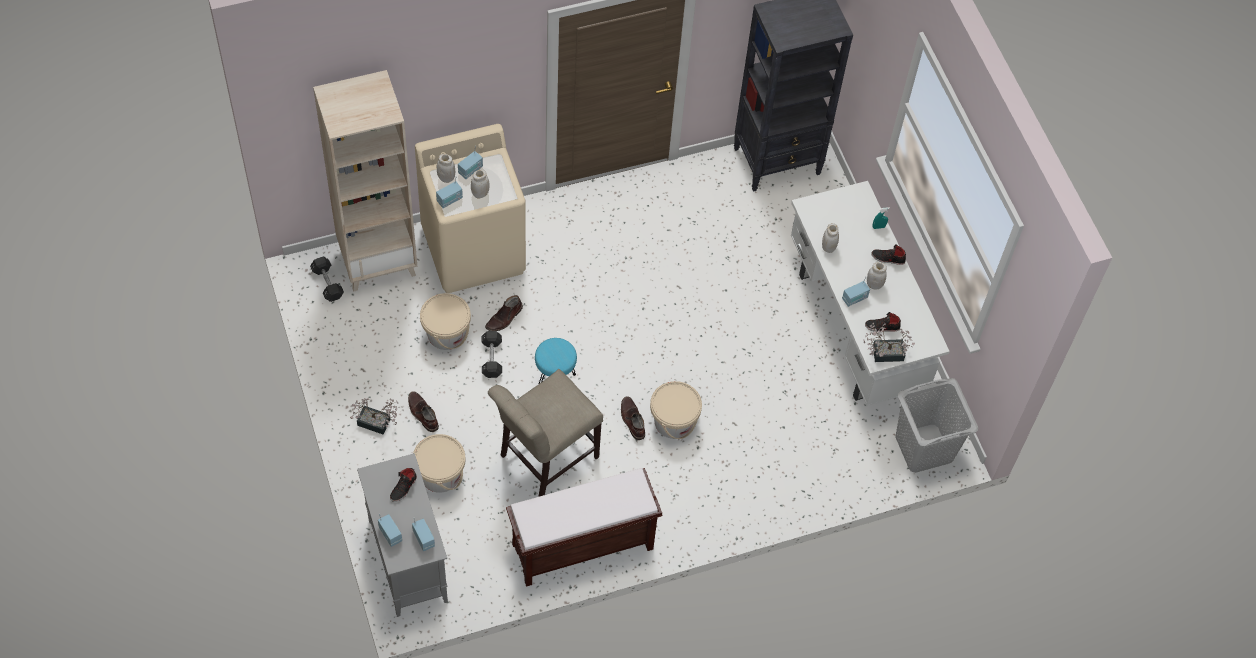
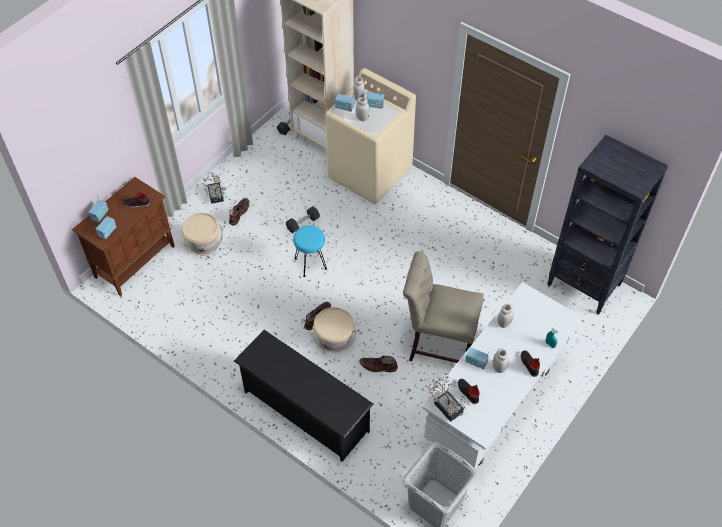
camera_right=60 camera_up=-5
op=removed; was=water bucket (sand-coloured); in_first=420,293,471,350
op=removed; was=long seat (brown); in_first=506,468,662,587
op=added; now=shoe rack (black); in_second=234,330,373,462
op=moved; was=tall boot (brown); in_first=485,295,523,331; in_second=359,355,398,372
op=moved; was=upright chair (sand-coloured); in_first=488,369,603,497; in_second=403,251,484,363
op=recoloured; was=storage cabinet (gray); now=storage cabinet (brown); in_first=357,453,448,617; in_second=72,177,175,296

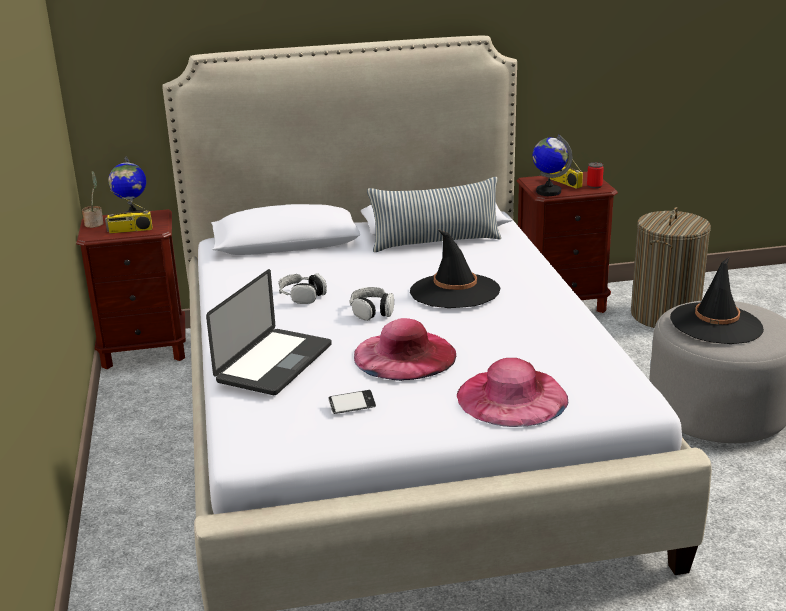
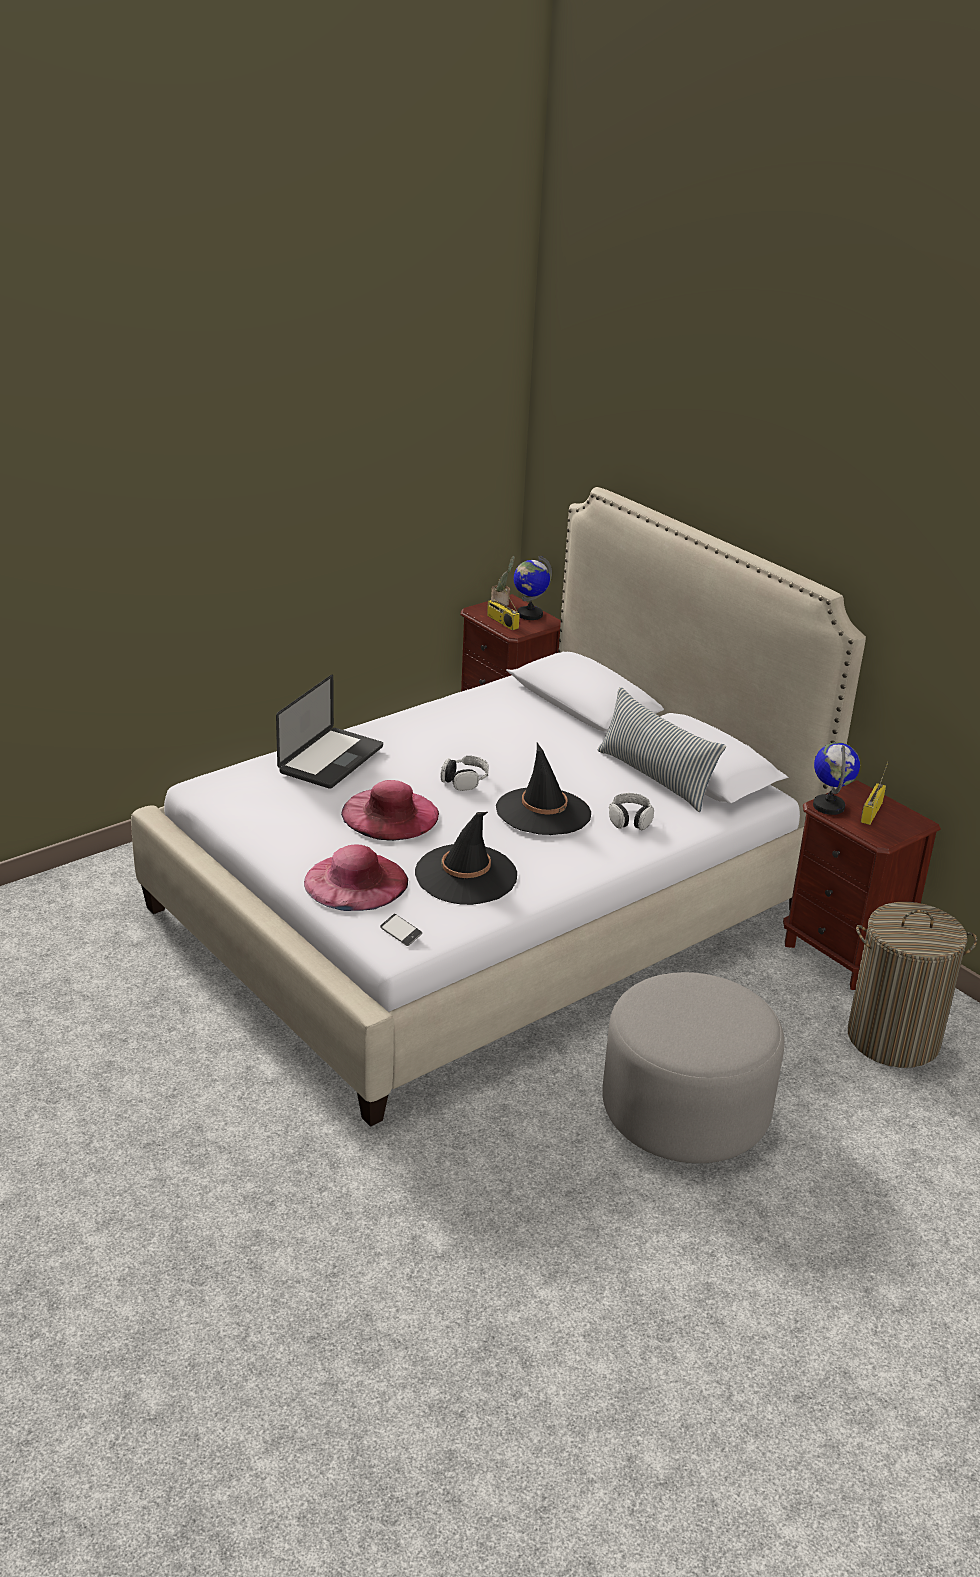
camera_right=60 camera_up=5
op=removed; was=can; in_first=587,162,604,189
op=moved; was=pair of headphones; in_first=278,273,327,304; in_second=609,793,654,830
op=moved; was=handset; in_first=328,390,376,414; in_second=380,914,422,946
op=moved; was=hat (black); in_first=670,257,764,344; in_second=415,812,517,905
op=turned; was=portable computer; in_first=206,269,332,395; in_second=276,675,383,789; clockwise=-60

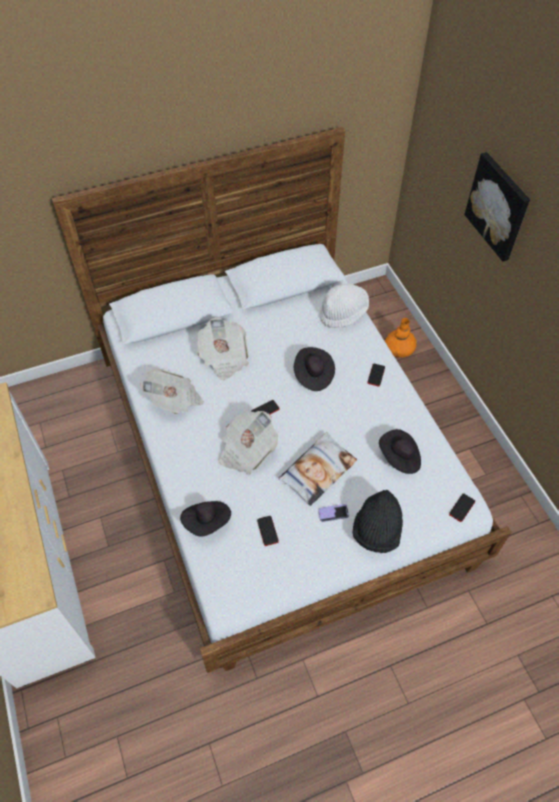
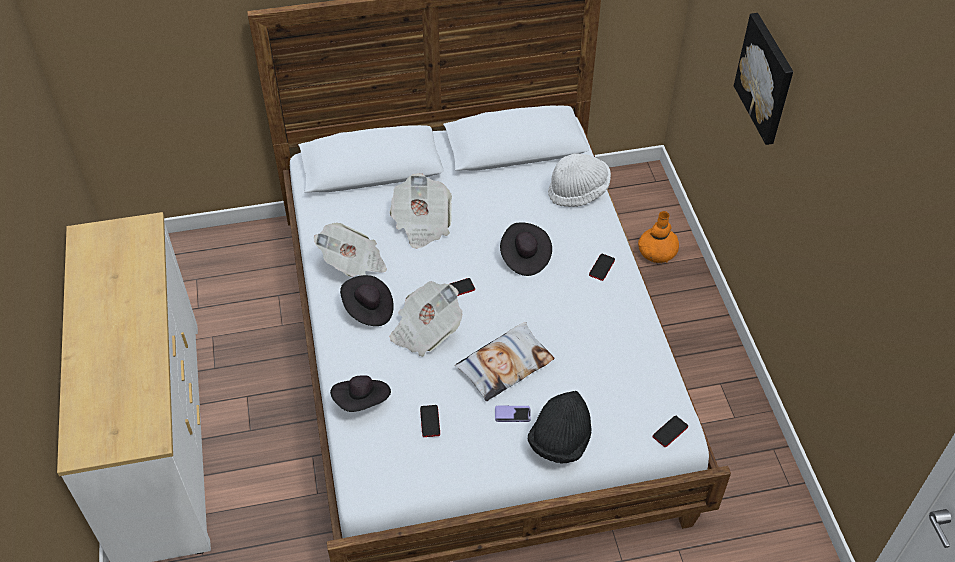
camera_right=10 camera_up=-5
op=moved; was=hat (black); in_first=379,429,421,474; in_second=340,275,394,326

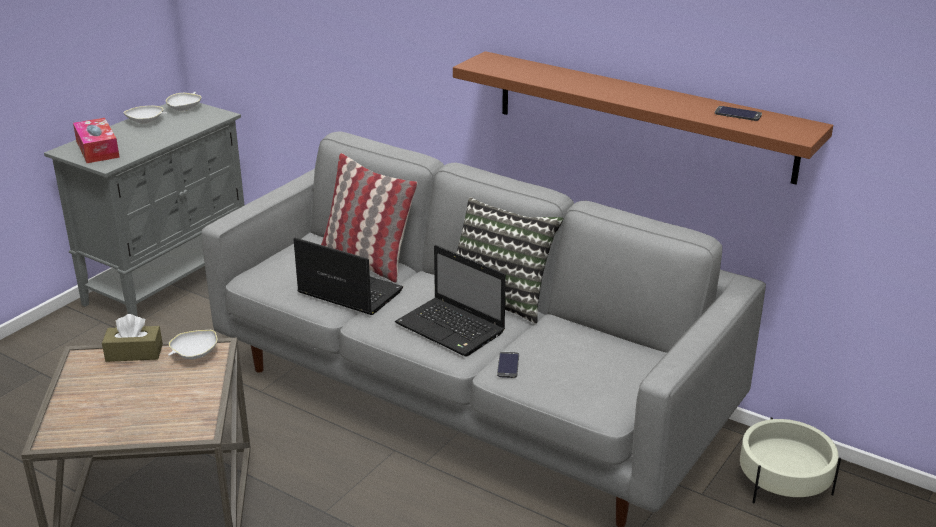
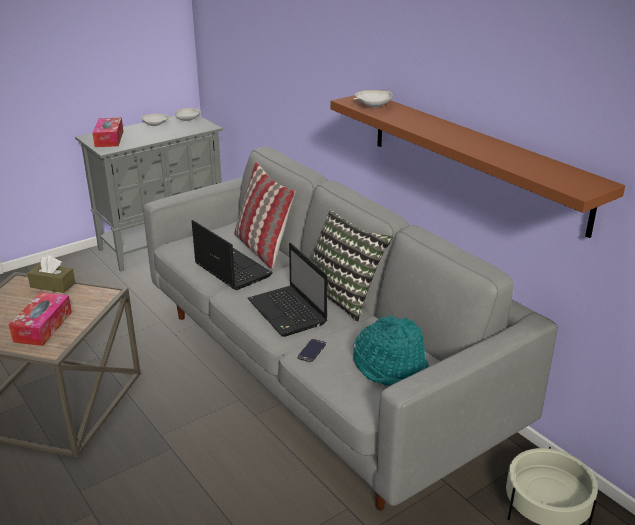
camera_right=20 camera_up=0
op=removed; was=handset; in_first=715,106,762,121
op=added; now=tissue box; in_second=9,292,72,346
op=added; now=hat (turquoise); in_second=353,315,429,386
op=moved; was=bowl (whitish); in_first=168,330,217,359; in_second=353,90,392,108

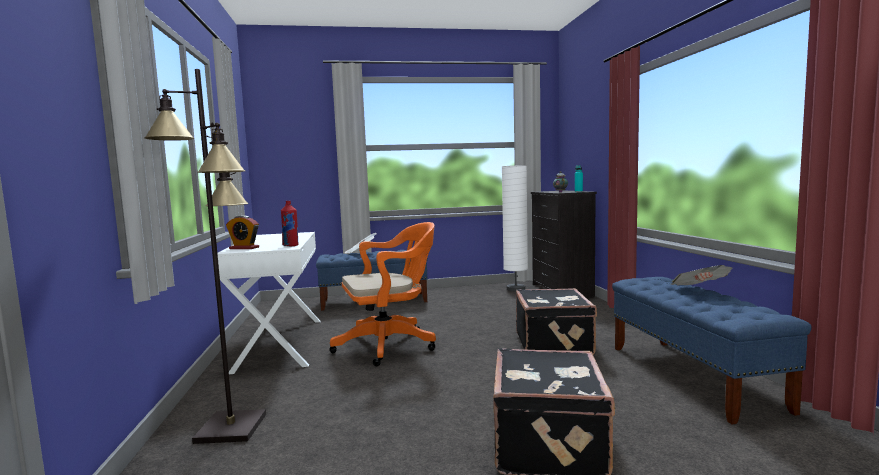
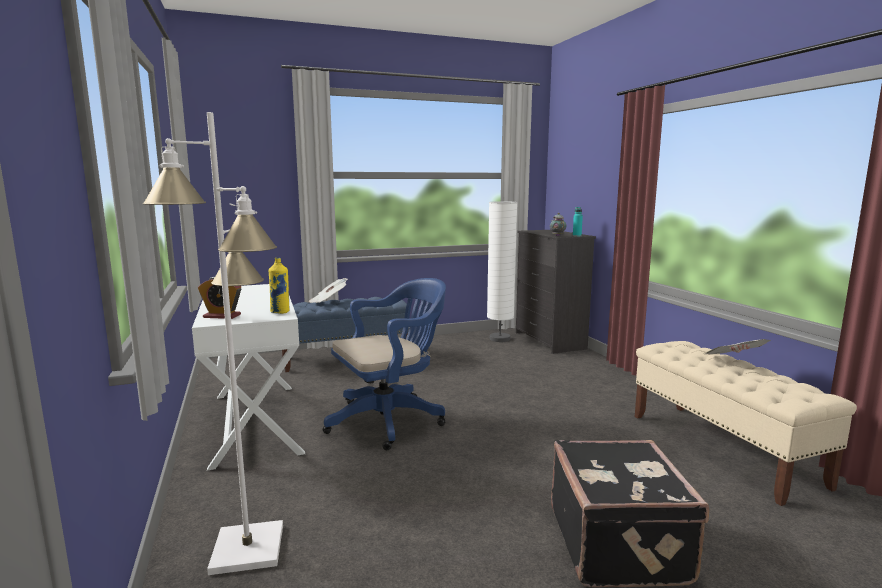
camera_right=-10 camera_up=5
op=removed; was=travel case (black); in_first=516,288,597,355
op=recoloured; was=standing lamp (black); now=standing lamp (whitish); in_first=144,69,266,444; in_second=142,112,283,575
op=recoloured; was=bottle (reddish); now=bottle (yellow-coloured); in_first=281,201,299,246; in_second=269,258,290,314
op=recoloured; was=computer chair (orange); now=computer chair (blue); in_first=329,222,436,366; in_second=323,278,446,450
op=recoloured; was=long seat (blue); now=long seat (sand-coloured); in_first=612,277,812,424; in_second=635,341,857,506

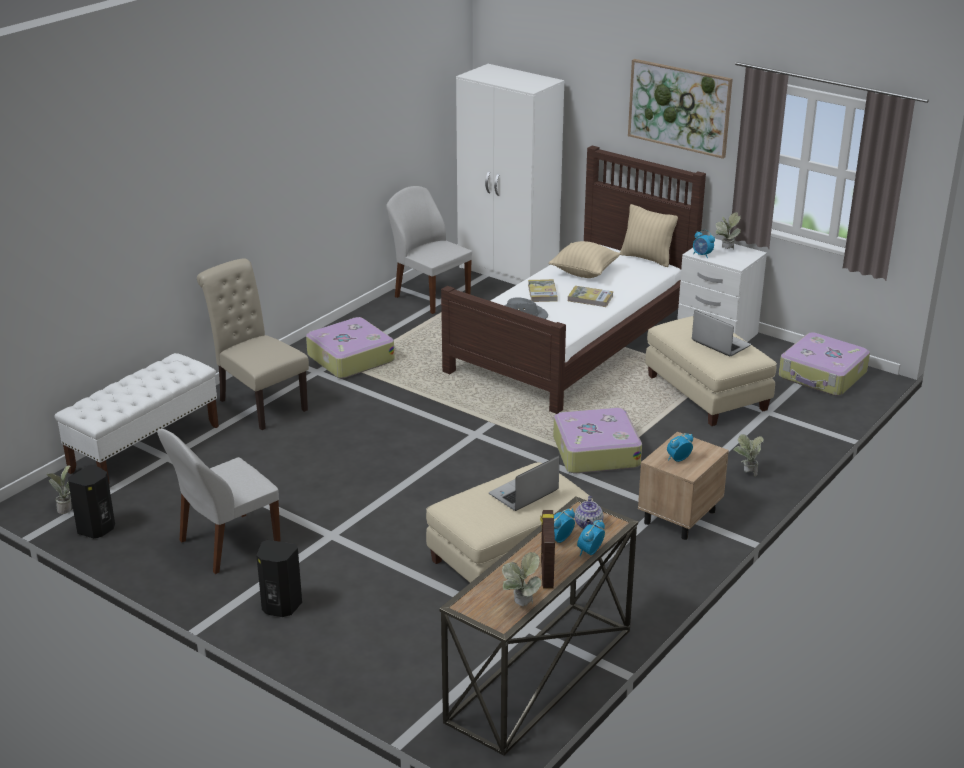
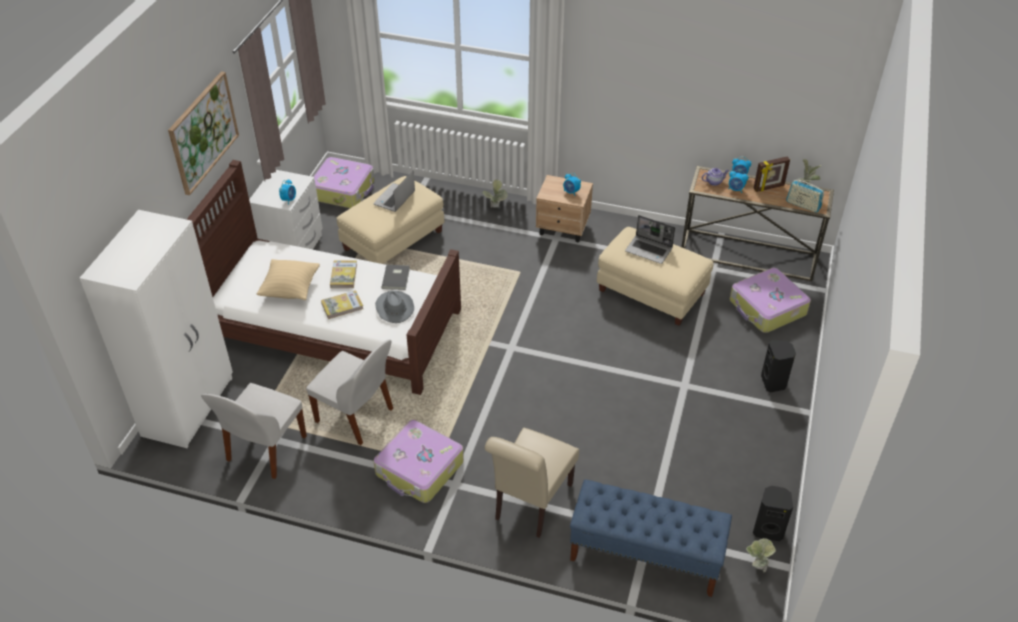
camera_right=-110 camera_up=15
op=removed; was=pillow (sand-coloured); in_first=620,204,678,267
op=removed; was=potted plant; in_first=716,212,741,249
op=added; now=bound book (gray); in_second=382,265,410,290
op=added; now=radio set; in_second=786,179,824,212
op=moved; was=upright chair (whitish); in_first=157,429,281,574; in_second=306,340,393,445
op=moved; was=travel case; in_first=553,407,642,473; in_second=730,268,811,333
op=recoloured; was=long seat (whitish); now=long seat (blue); in_first=55,353,219,482; in_second=570,479,732,597

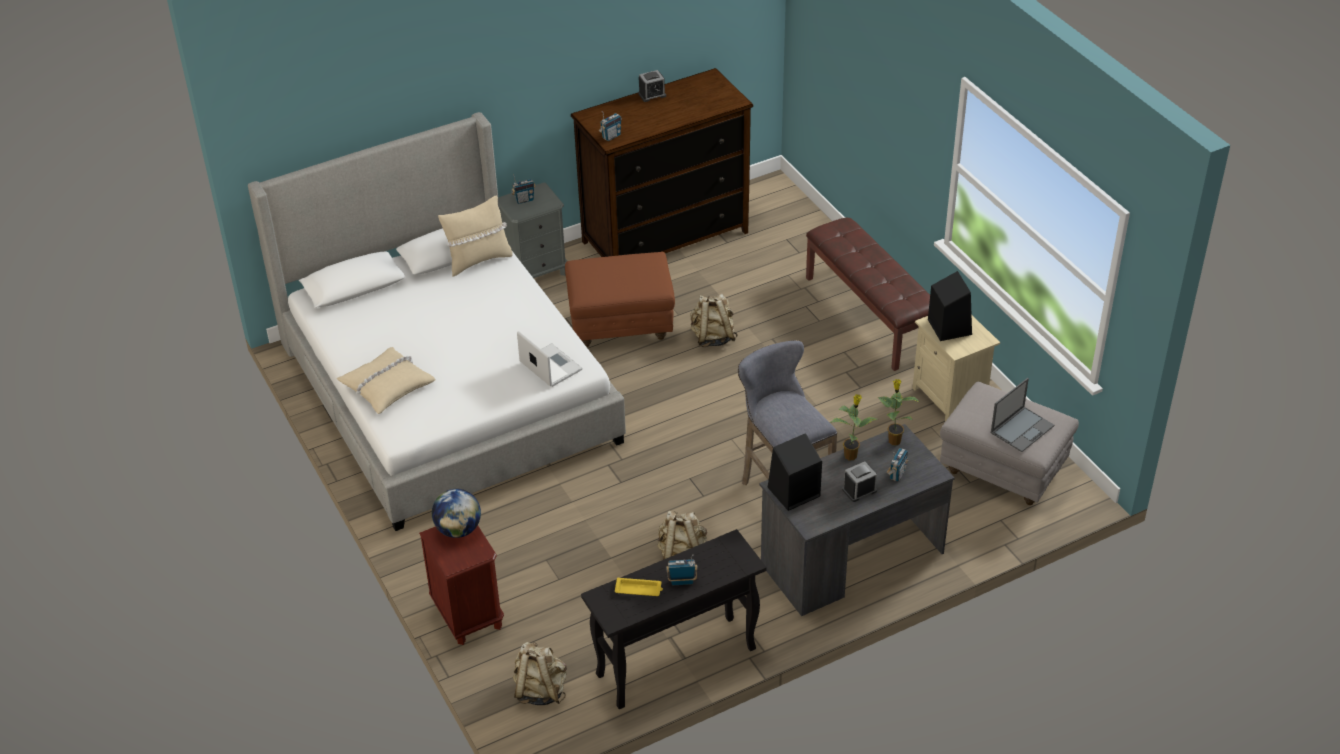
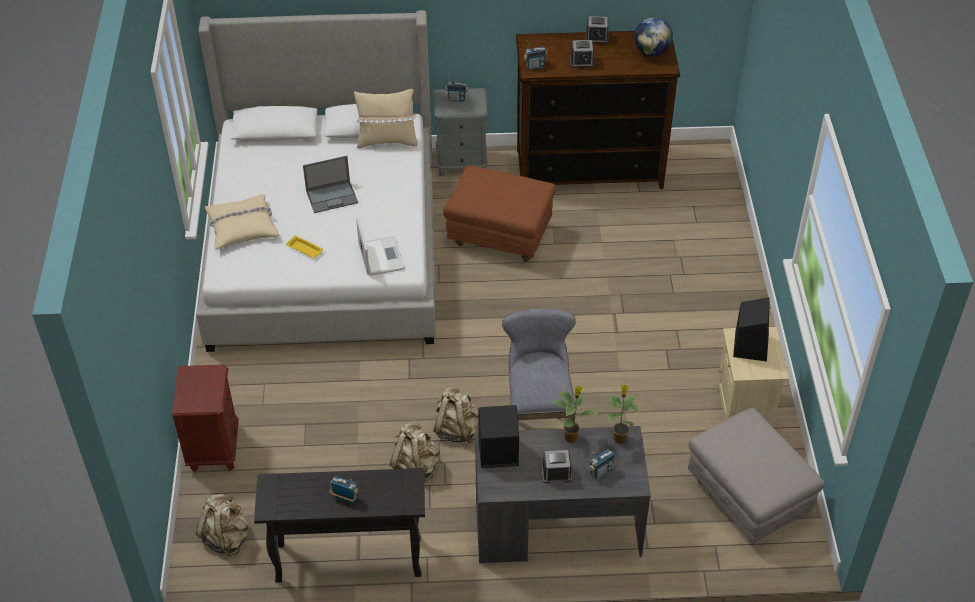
camera_right=25 camera_up=5
op=removed; was=long seat (brown); in_first=806,218,930,371
op=added; now=table clock; in_second=570,40,594,68
op=moved; was=world globe; in_first=432,489,481,538; in_second=634,17,673,56
op=moved; was=carrying tray (yellow-coloured); in_first=615,578,663,596; in_second=286,235,323,258
op=moved; was=knapsack (sand-coloured); in_first=690,294,738,347; in_second=433,387,479,444
op=moved; was=portable computer; in_first=991,378,1054,452; in_second=303,156,358,213

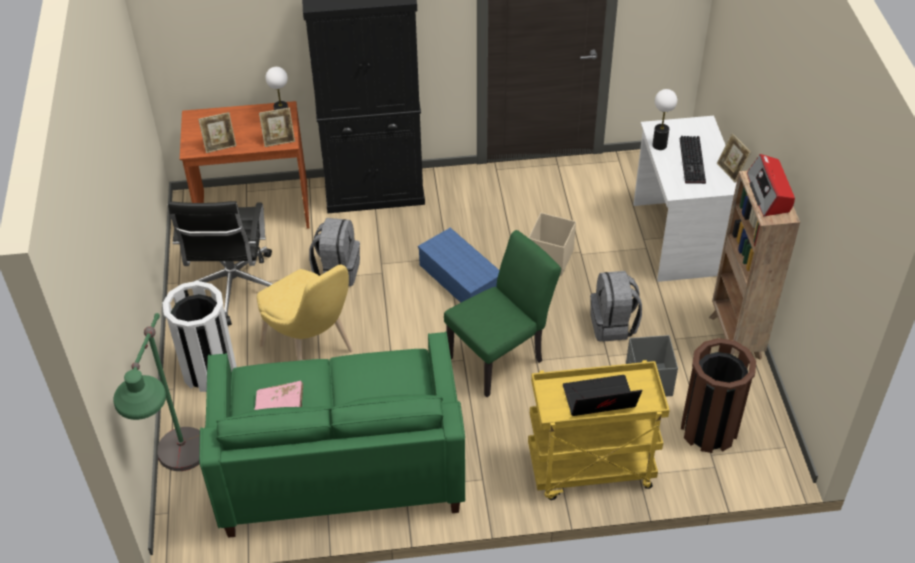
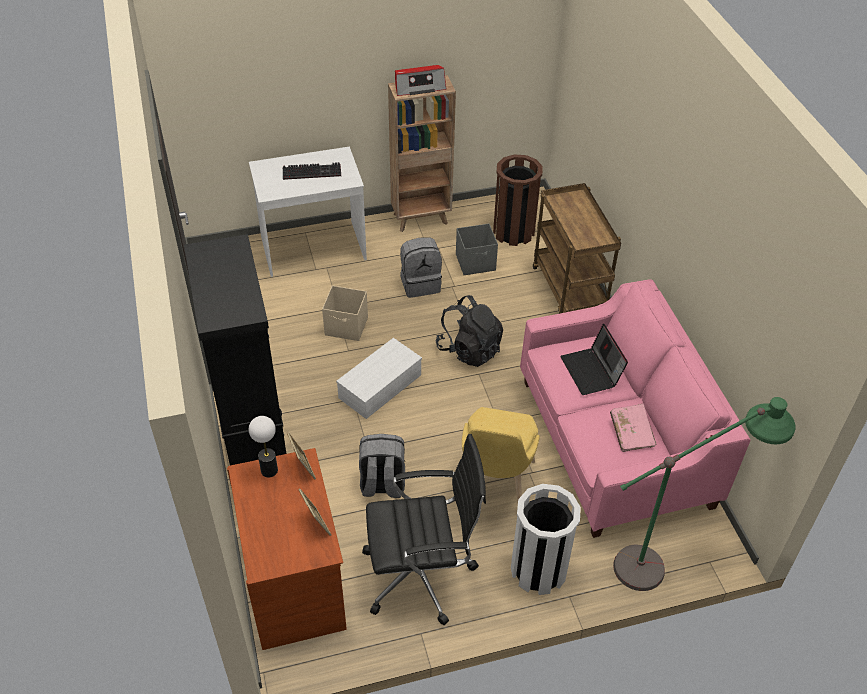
camera_right=-100 camera_up=0
op=removed; was=tabletop lamp; in_first=652,89,677,150
op=removed; was=photo frame; in_first=717,133,751,183
op=moved; was=portable computer; in_first=563,375,642,416; in_second=560,324,628,395
op=replaced; was=upright chair (greenish); now=knapsack (black); in_first=444,230,561,397; in_second=436,295,503,367
op=recoloured; was=sofa (greenish); now=sofa (pink-coloured); in_first=199,332,465,538; in_second=520,279,751,538
op=recoloured; was=storage container (blue); now=storage container (whitish); in_first=418,228,499,303; in_second=336,338,422,419
op=recoloured; was=cart (yellow-coloured); now=cart (brown); in_first=528,360,670,500; in_second=533,183,621,314
op=turned; was=upright chair (yellow-coloured); in_first=257,265,353,361; in_second=462,407,540,501; clockwise=150

